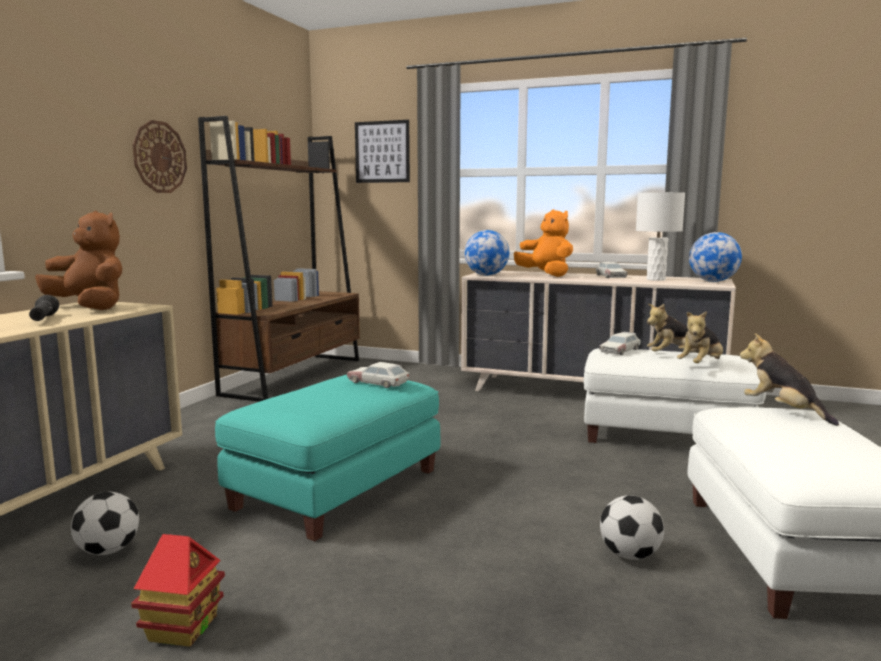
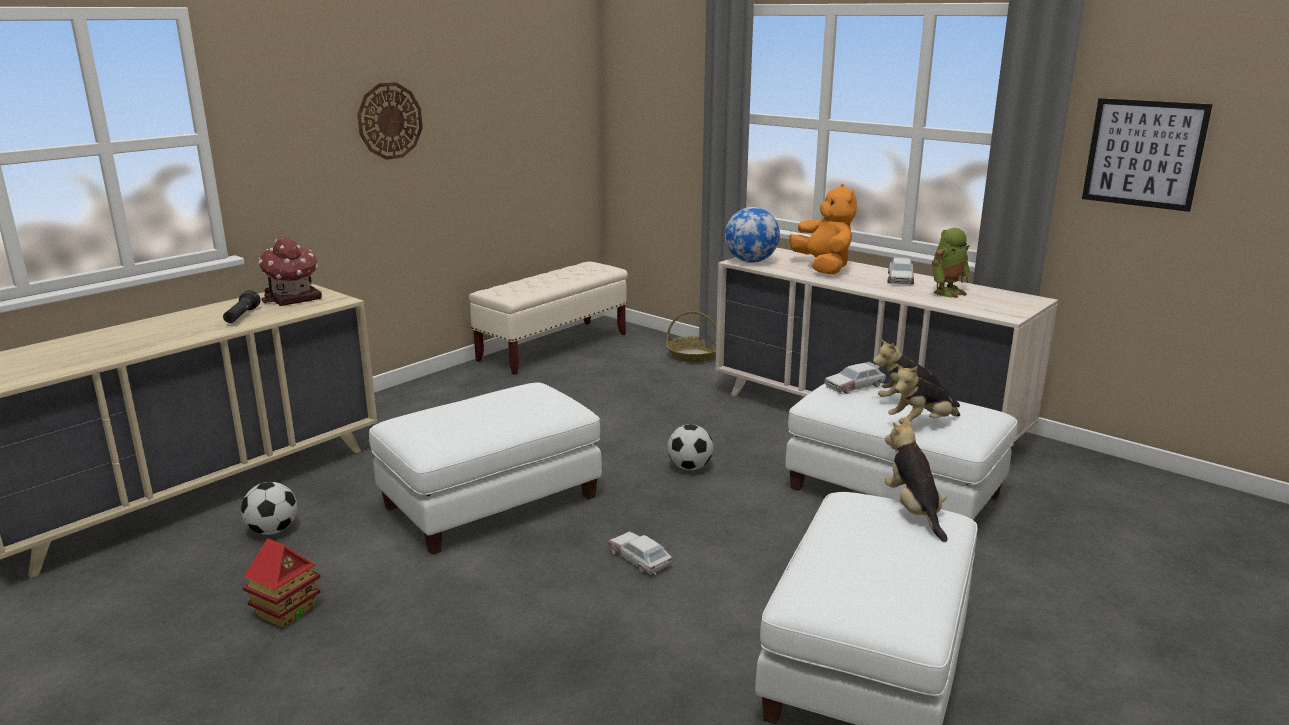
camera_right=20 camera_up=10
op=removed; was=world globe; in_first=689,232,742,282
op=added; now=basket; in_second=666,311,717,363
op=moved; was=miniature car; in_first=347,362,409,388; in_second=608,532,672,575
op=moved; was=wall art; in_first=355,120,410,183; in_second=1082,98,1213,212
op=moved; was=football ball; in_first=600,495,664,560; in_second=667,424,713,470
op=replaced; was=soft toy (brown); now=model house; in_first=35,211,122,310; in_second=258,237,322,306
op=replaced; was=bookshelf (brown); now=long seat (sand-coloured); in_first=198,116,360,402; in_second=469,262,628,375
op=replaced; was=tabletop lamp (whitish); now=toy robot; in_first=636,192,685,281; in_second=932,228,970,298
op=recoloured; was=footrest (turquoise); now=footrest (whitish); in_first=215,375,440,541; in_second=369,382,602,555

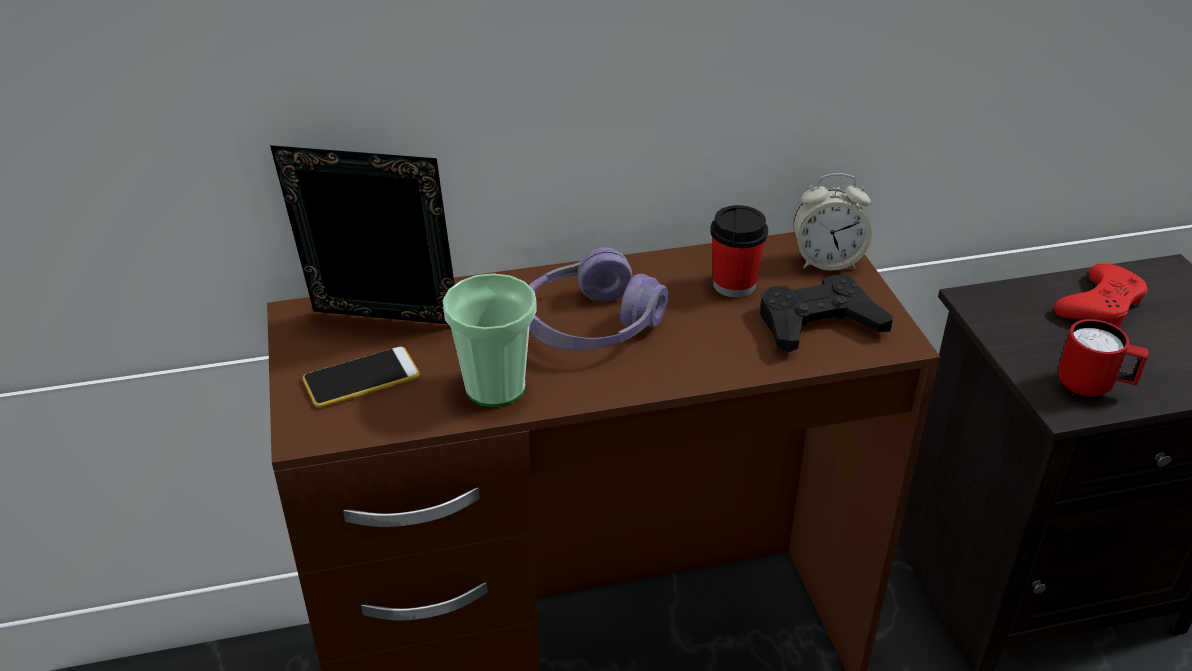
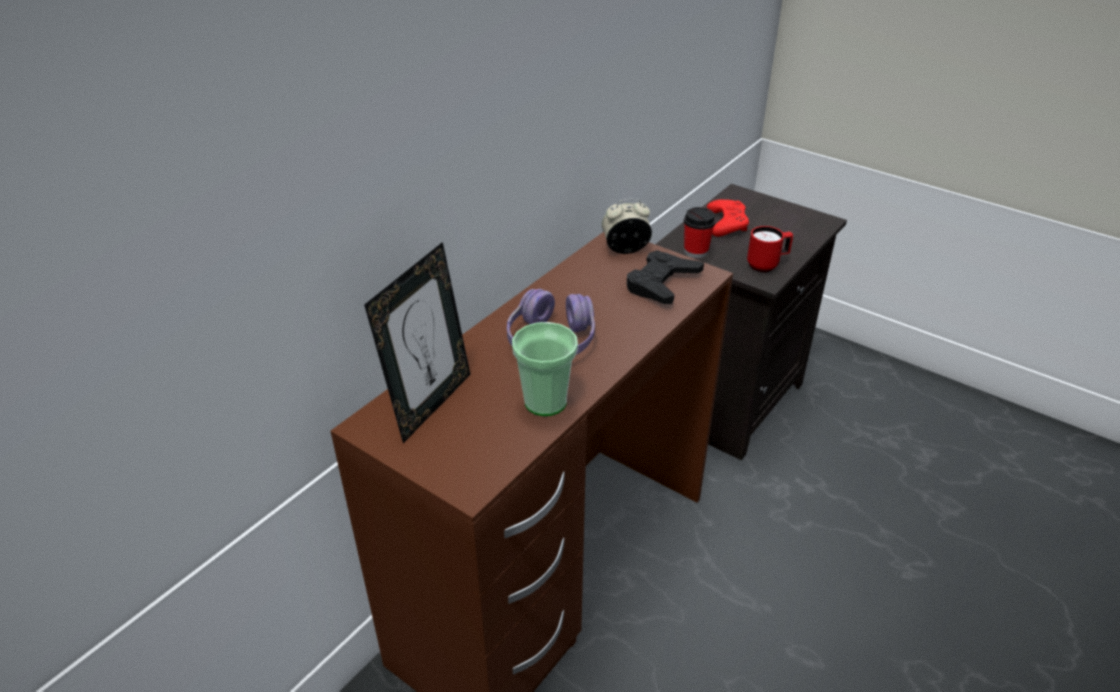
camera_right=-40 camera_up=0
op=removed; was=handset; in_first=302,347,420,408
op=moved; was=small cup; in_first=710,205,768,298; in_second=684,207,716,258
op=turned; was=photo frame; in_first=270,145,455,324; in_second=364,242,470,443; clockwise=150
op=turned; was=table clock; in_first=793,173,872,271; in_second=602,198,652,254; clockwise=-150

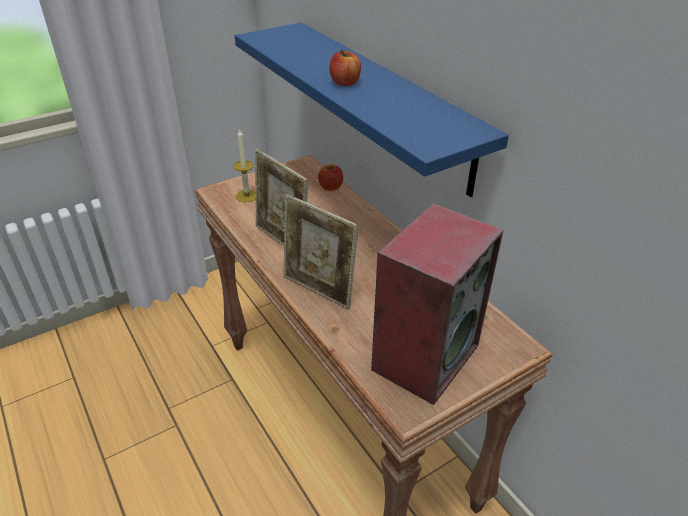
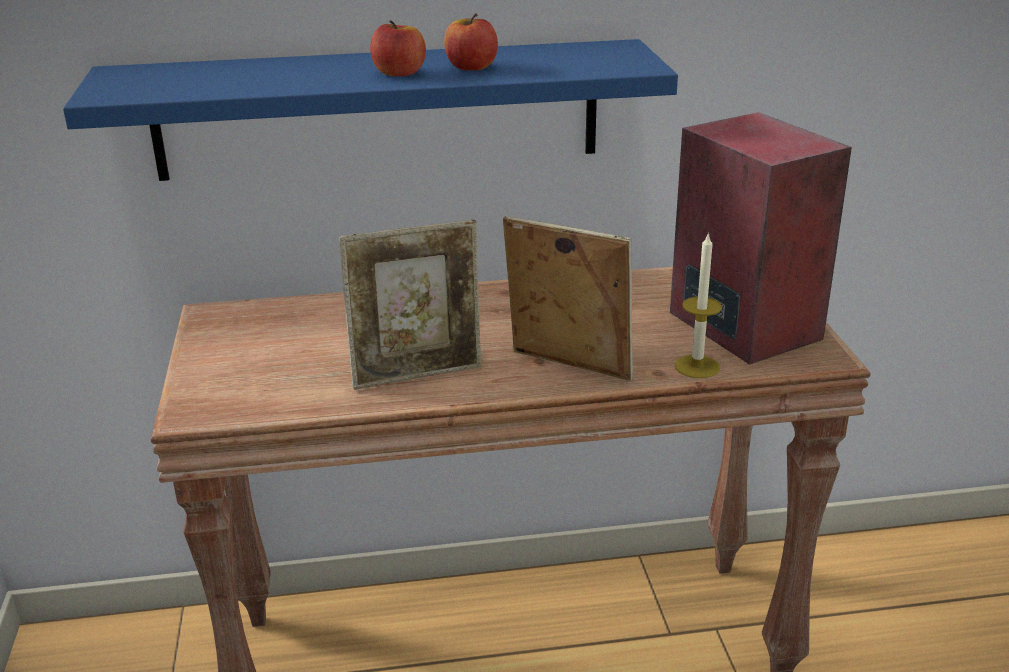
camera_right=-65 camera_up=-10
op=moved; was=candle; in_first=234,128,256,202; in_second=674,232,722,378
op=moved; was=whole apple; in_first=318,164,343,191; in_second=444,13,498,70
op=turned; was=photo frame; in_first=284,194,359,309; in_second=503,216,633,381; clockwise=-120

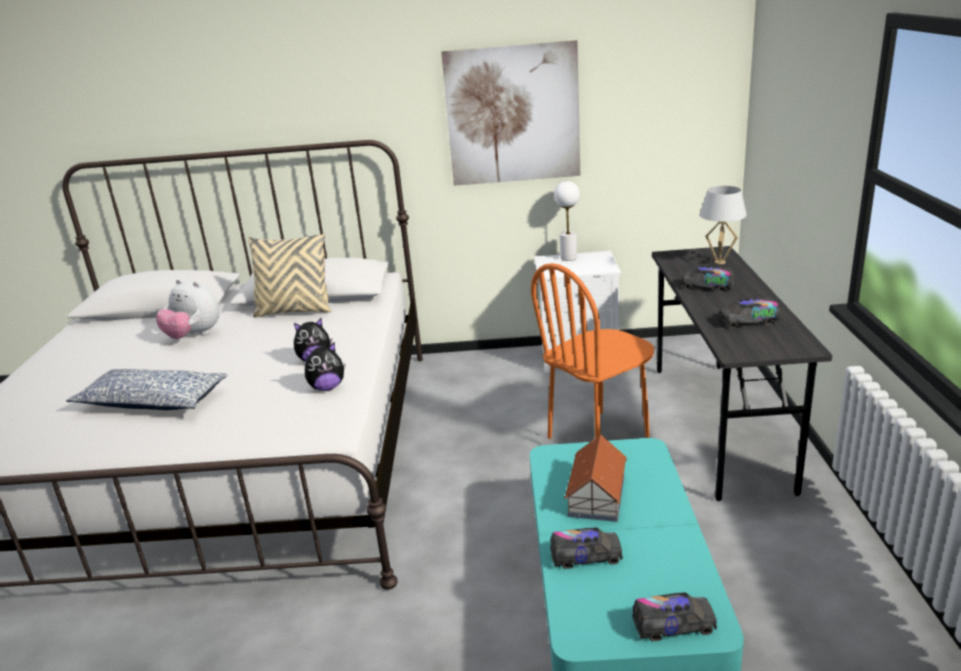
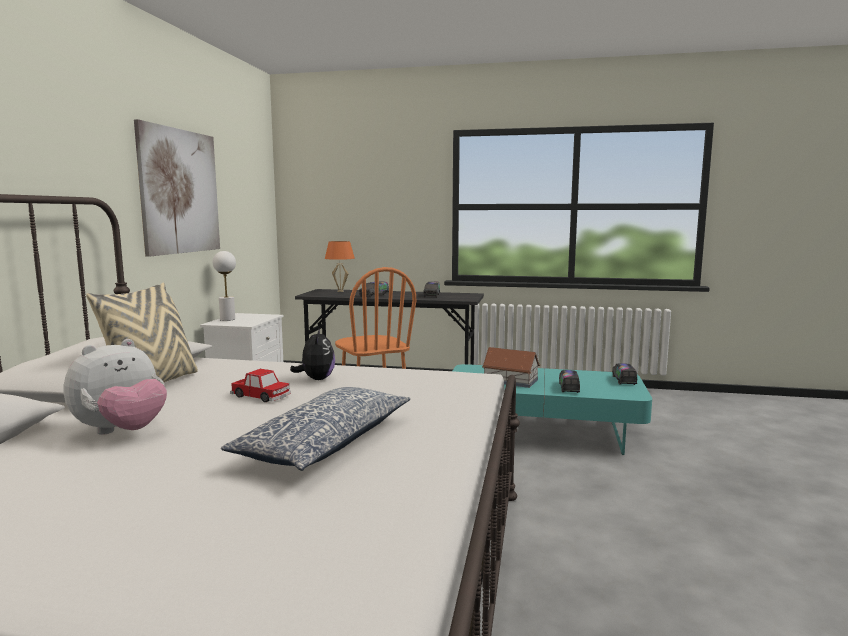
camera_right=-80 camera_up=-15
op=removed; was=soft toy; in_first=305,343,345,391
op=added; now=miniature car; in_second=230,369,291,402
op=recoloured; was=tabletop lamp (whitish); now=tabletop lamp (orange); in_first=699,186,747,264; in_second=325,241,355,292

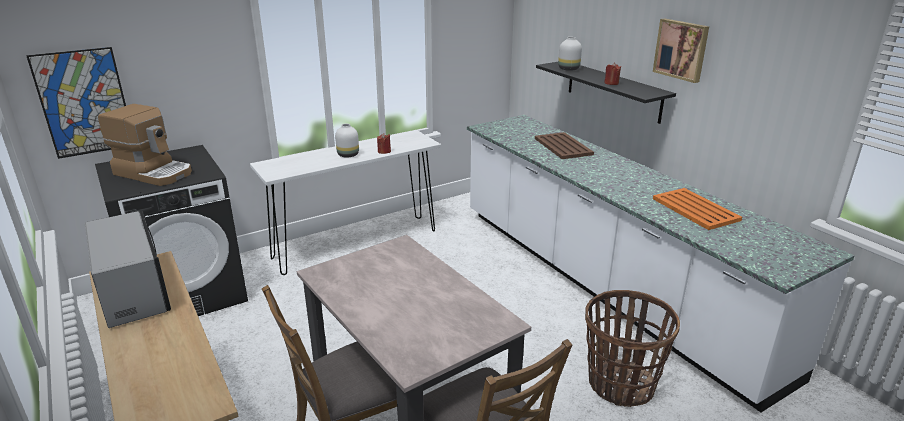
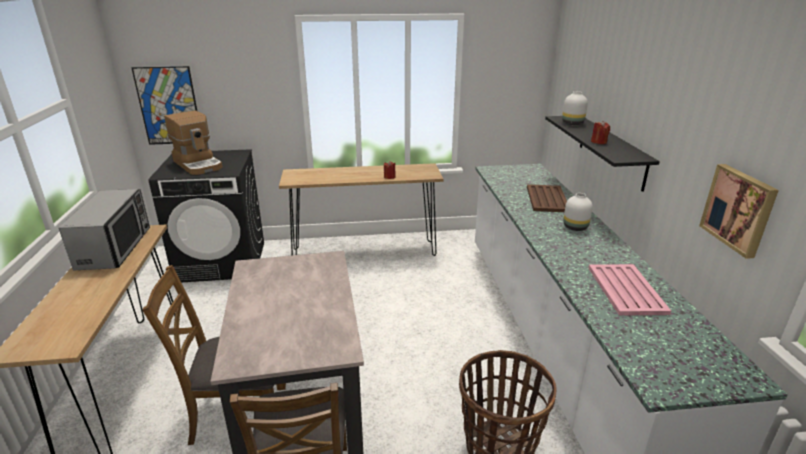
camera_right=25 camera_up=0
op=moved; was=vase (whitish); in_first=335,124,359,158; in_second=563,193,593,231
op=moved; was=wall art; in_first=653,18,709,83; in_second=699,164,779,259
op=recoloured; was=console table (whitish); now=console table (brown); in_first=250,130,441,275; in_second=279,163,443,256
op=recoloured; was=carrying tray (orange); now=carrying tray (pink-coloured); in_first=653,188,742,230; in_second=588,264,671,316

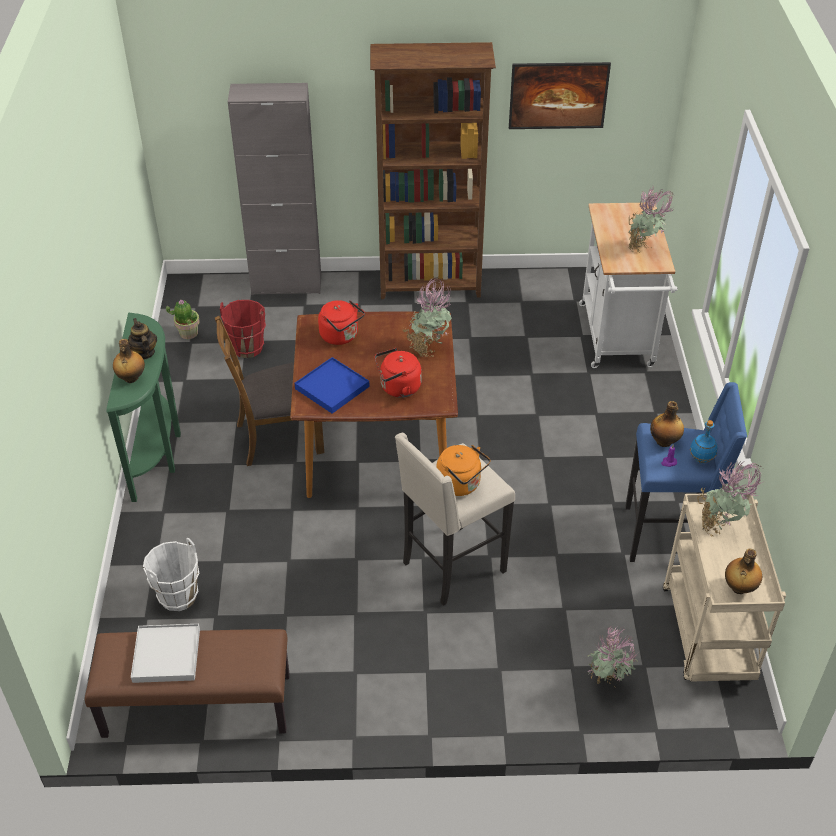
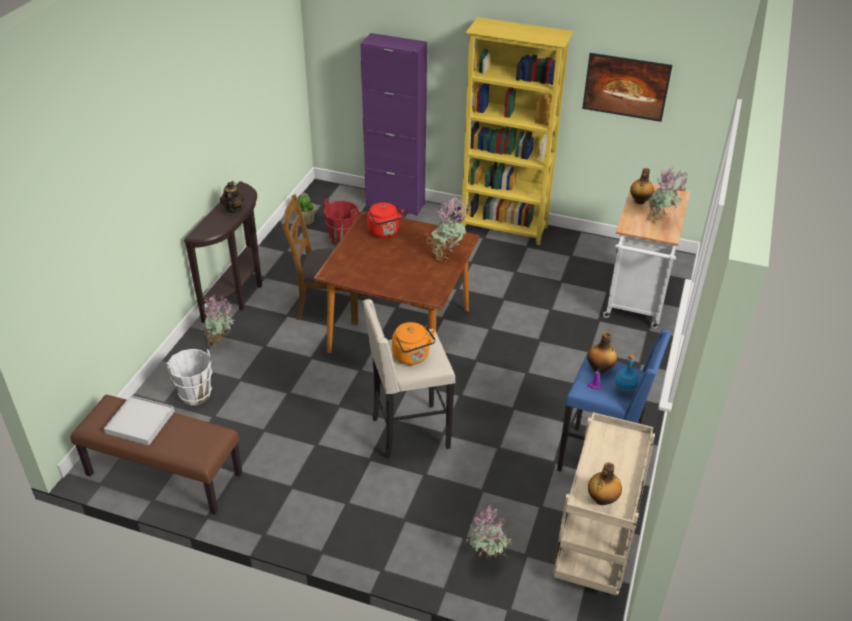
camera_right=20 camera_up=-5
op=removed; was=carrying tray (blue); in_first=295,357,370,414
op=removed; was=kettle (reddish); in_first=375,348,421,398
op=moved; was=bottle; in_first=113,339,145,383; in_second=630,168,654,204
op=moved; was=potted plant; in_first=697,461,765,536; in_second=201,294,234,347
op=recoloured; was=console table (greenish); now=console table (brown); in_first=107,313,181,502; in_second=184,181,262,323
op=recoloured; was=storage cabinet (gray); now=storage cabinet (purple-coloured); in_first=228,83,321,295; in_second=360,33,427,216
op=recoloured; was=bookshelf (brown); now=bookshelf (yellow-coloured); in_first=370,42,496,299; in_second=461,17,574,245

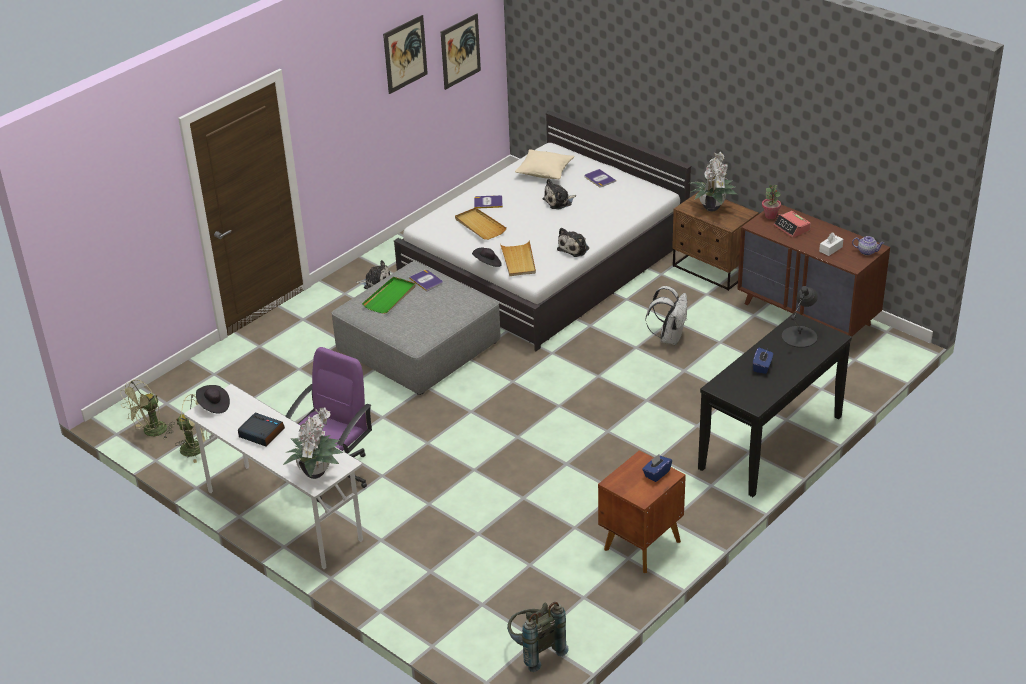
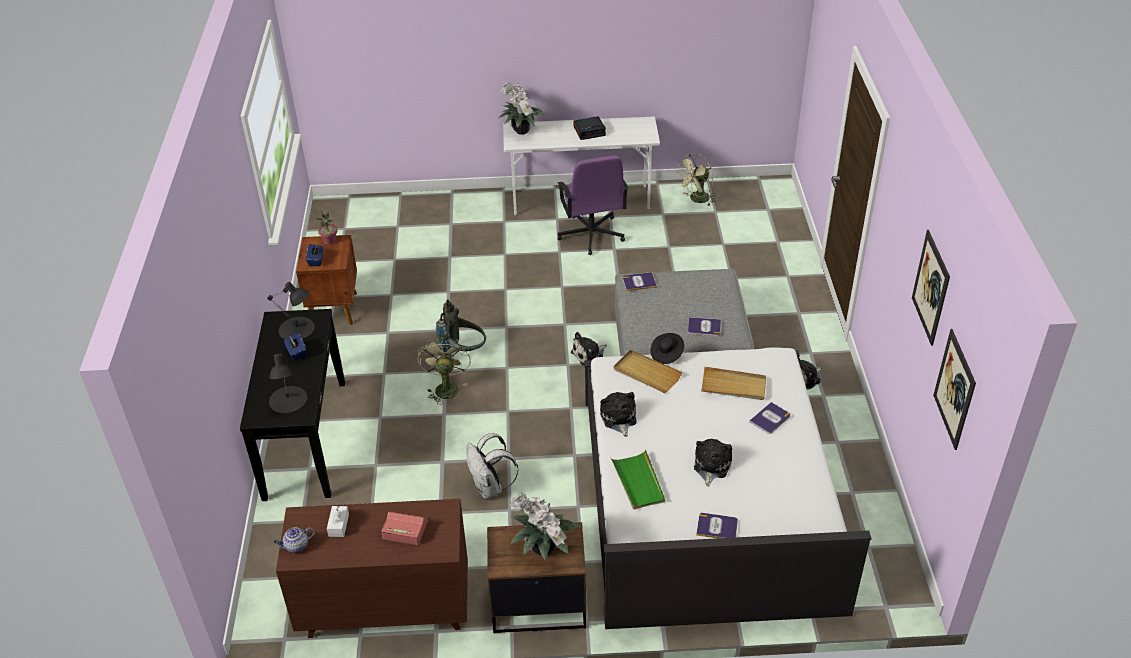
camera_right=135 camera_up=5
op=removed; was=hat (black); in_first=196,385,230,413
op=removed; was=pillow (sand-coloured); in_first=515,149,574,179
op=added; now=tabletop lamp (black); in_second=267,282,315,339
op=added; now=soft toy; in_second=571,332,607,366
op=added; now=bound book; in_second=623,273,657,291
op=moved; was=electric fan (greenish); in_first=120,379,175,439; in_second=418,337,471,403
op=moved; was=carrying tray (greenish); in_first=362,277,416,314; in_second=611,450,665,510
op=moved; was=knapsack (gray); in_first=507,602,569,672; in_second=436,299,486,357
op=moved; was=potted plant; in_first=762,185,781,219; in_second=316,210,338,245

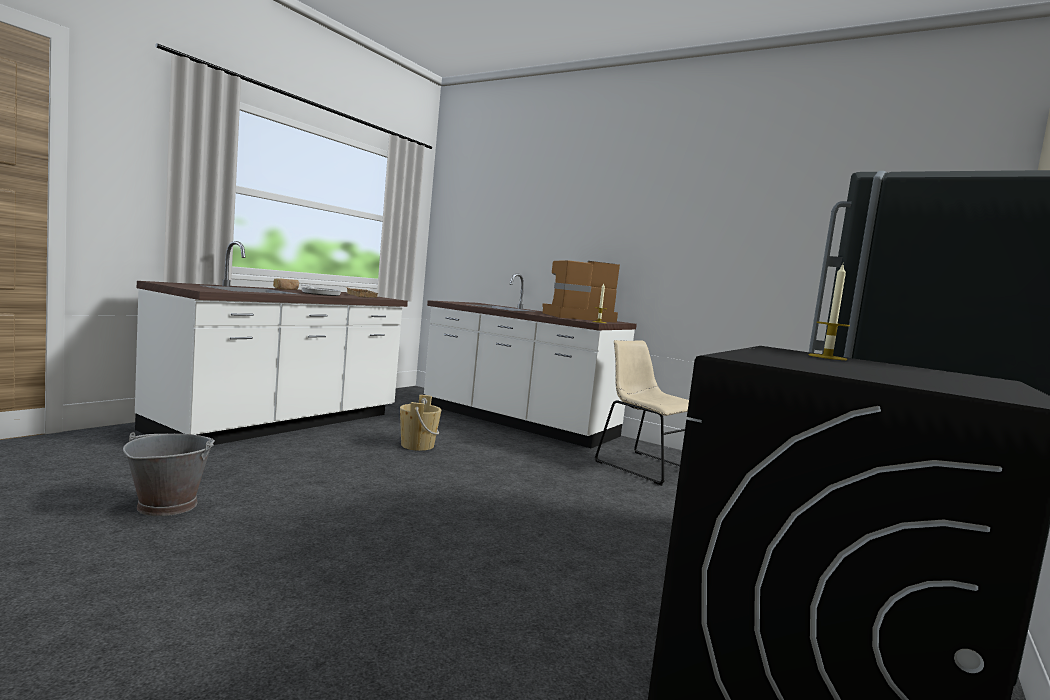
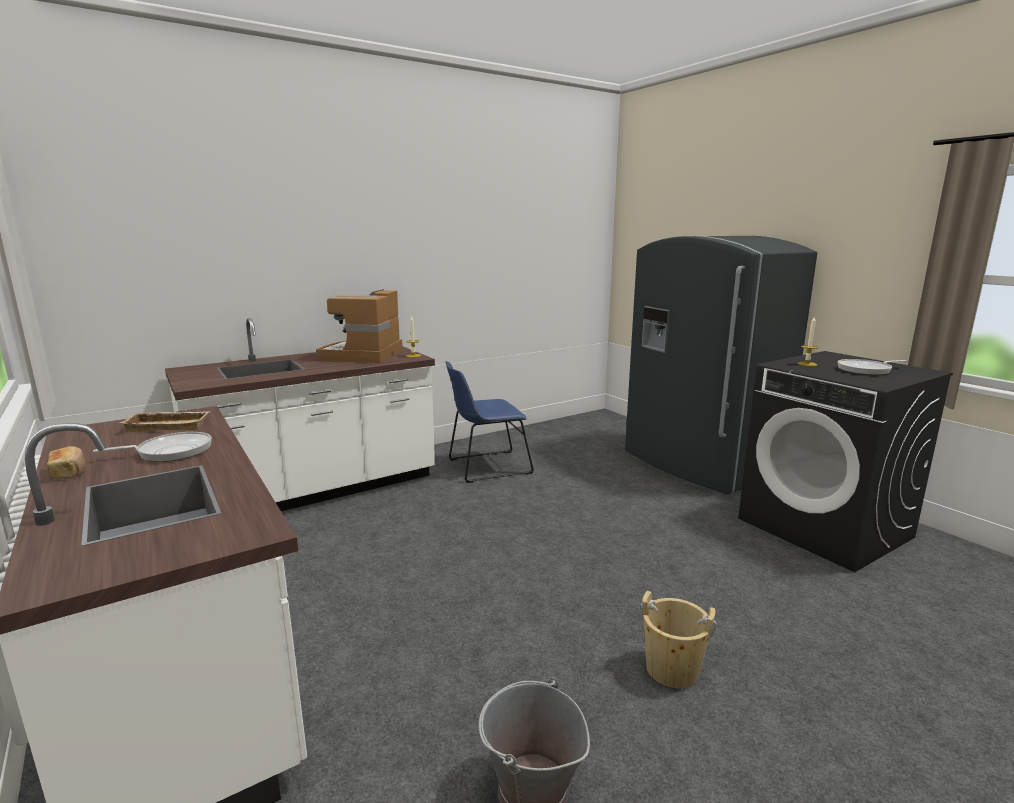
camera_right=-65 camera_up=10
op=added; now=frying pan; in_second=837,359,907,375
op=moved; was=water bucket (sand-coloured); in_first=400,395,441,451; in_second=641,591,717,688
op=recoloured; was=upright chair (sand-coloured); now=upright chair (blue); in_first=595,340,689,486; in_second=446,361,534,483

